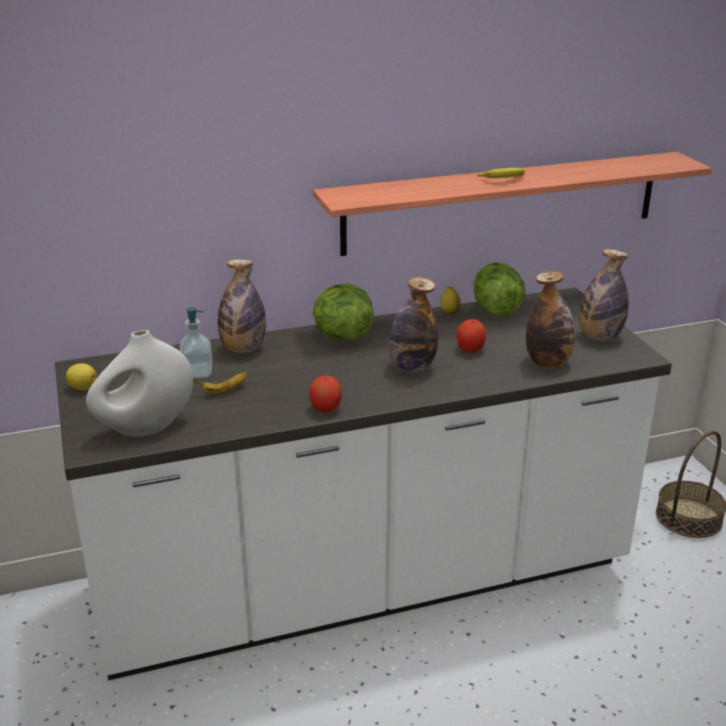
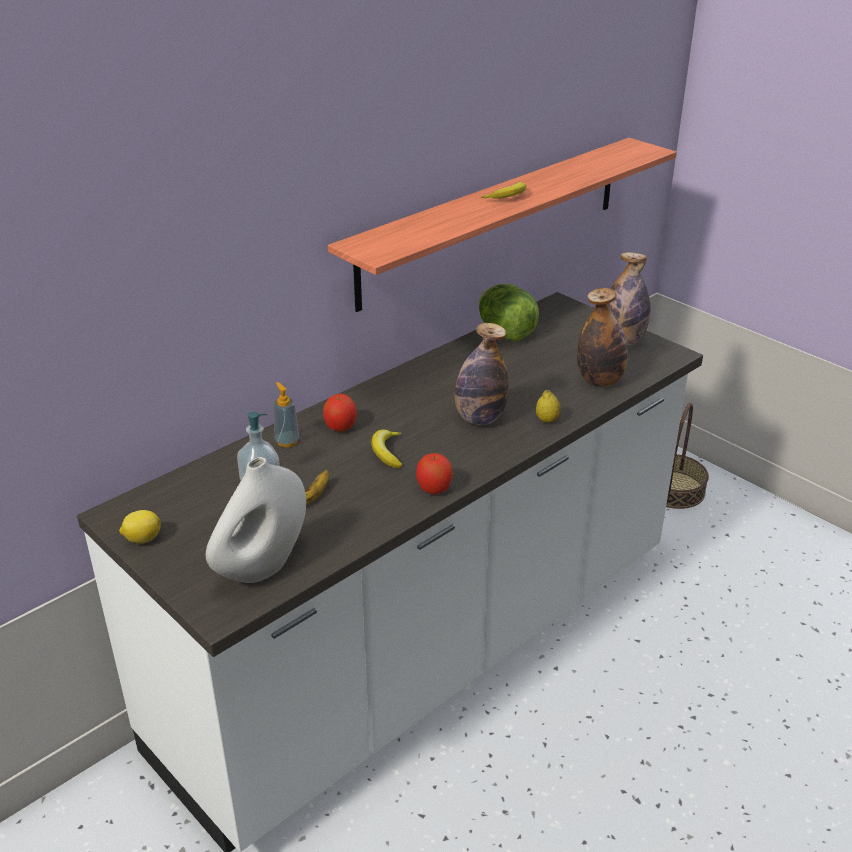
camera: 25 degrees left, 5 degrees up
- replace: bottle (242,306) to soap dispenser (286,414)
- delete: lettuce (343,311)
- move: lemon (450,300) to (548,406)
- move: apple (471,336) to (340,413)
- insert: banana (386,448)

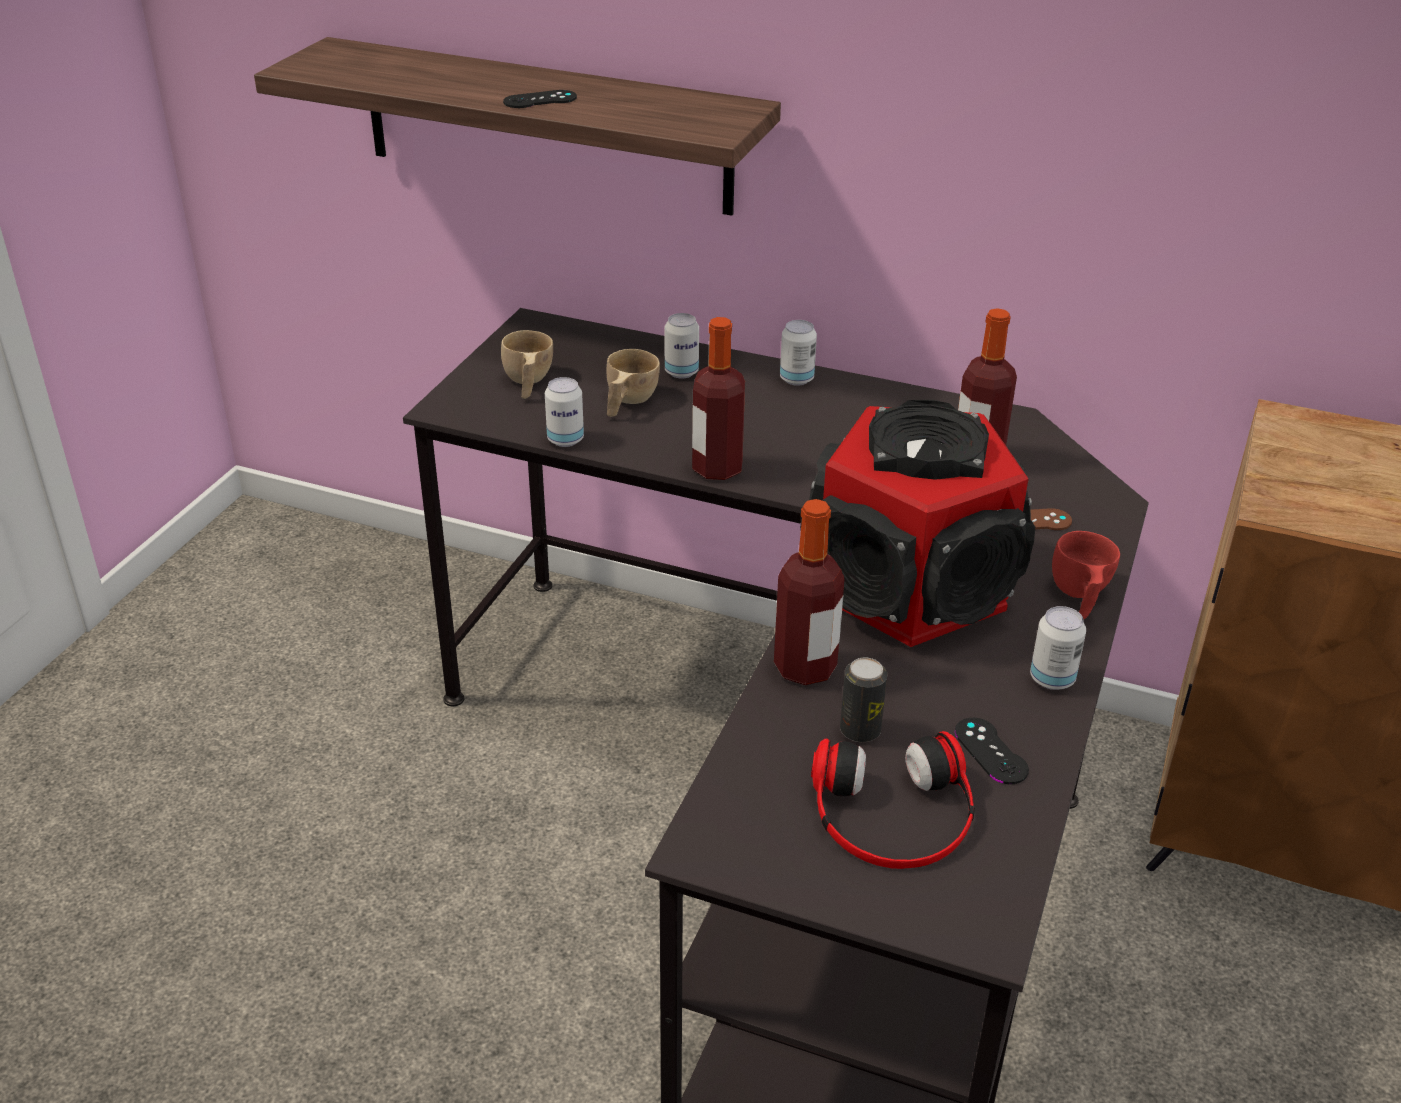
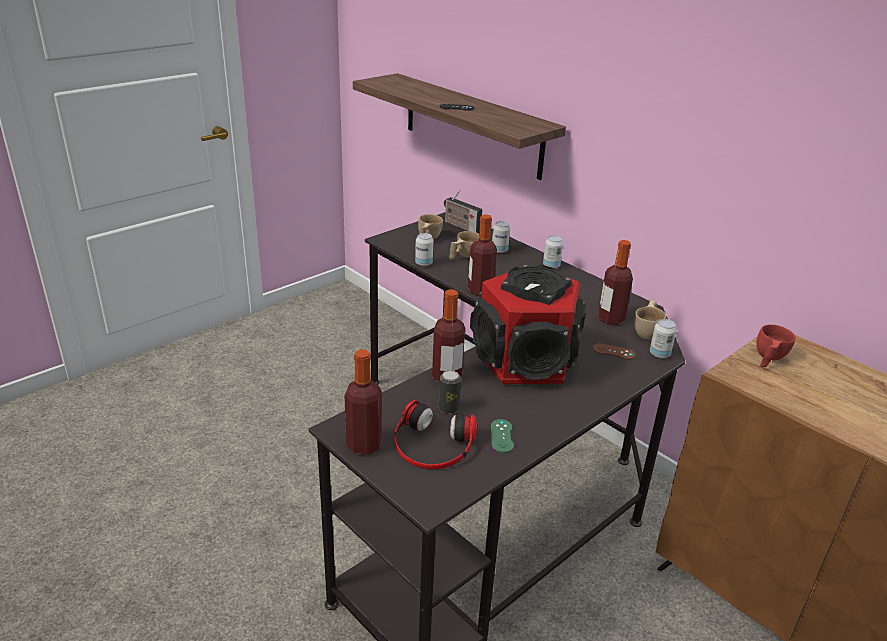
camera: 25 degrees right, 5 degrees down
- move: red cup (1086,575) to (776,345)
- move: can (1058,648) to (663,338)
- recolor: black game controller (992,751) to green game controller (502,436)
- insert: radio (463,211)
- insert: beige cup (650,320)
- insert: bottle (363,402)

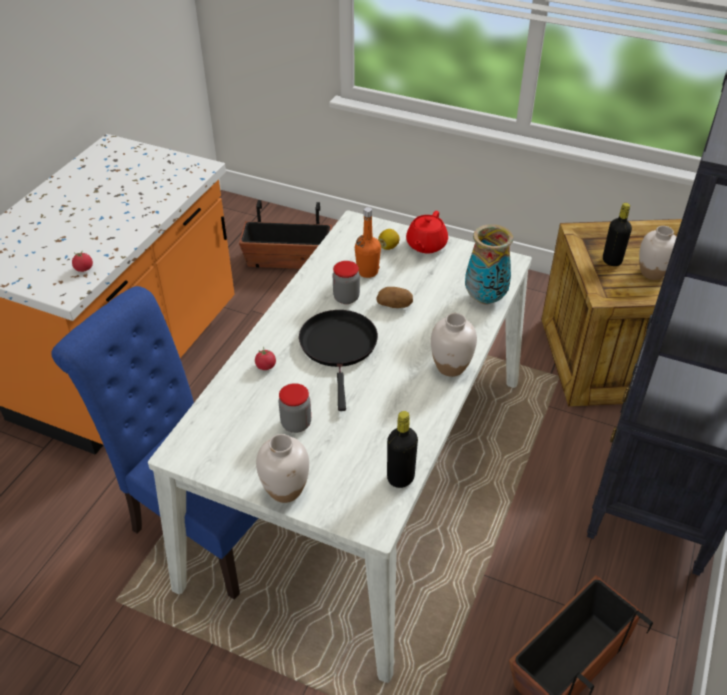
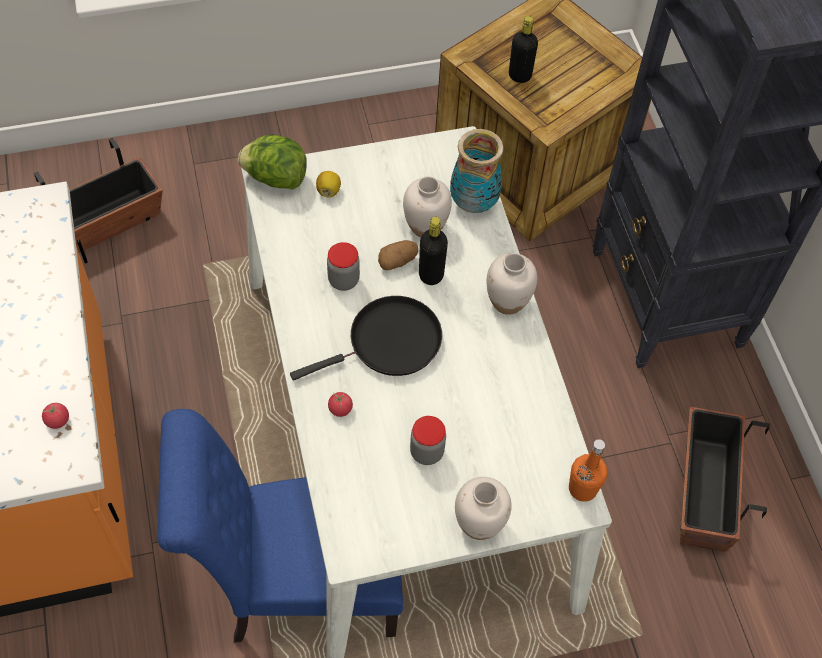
camera: 40 degrees left, 15 degrees up
- move: orange bottle (368,242) to (588,470)
- delete: red teapot (427,232)
- move: white vase (657,253) to (427,206)
- rotate: black frying pan (338,360) = (366,338) 105 degrees clockwise
- move: black bottle (402,449) to (433,251)
- insert: lettuce (272,162)

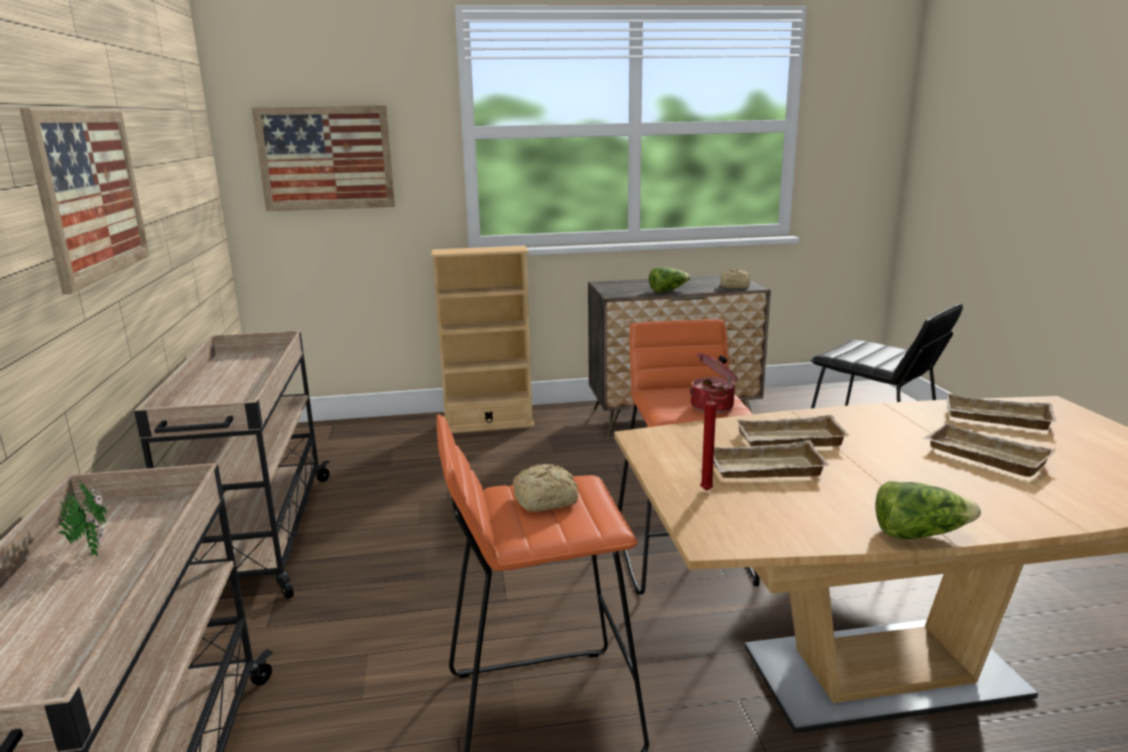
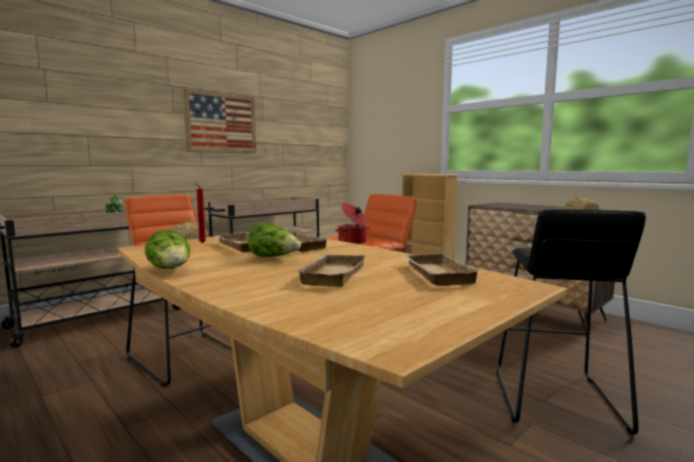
camera: 55 degrees right, 10 degrees down
- delete: picture (323,158)
- move: lettuce (670,279) to (274,240)

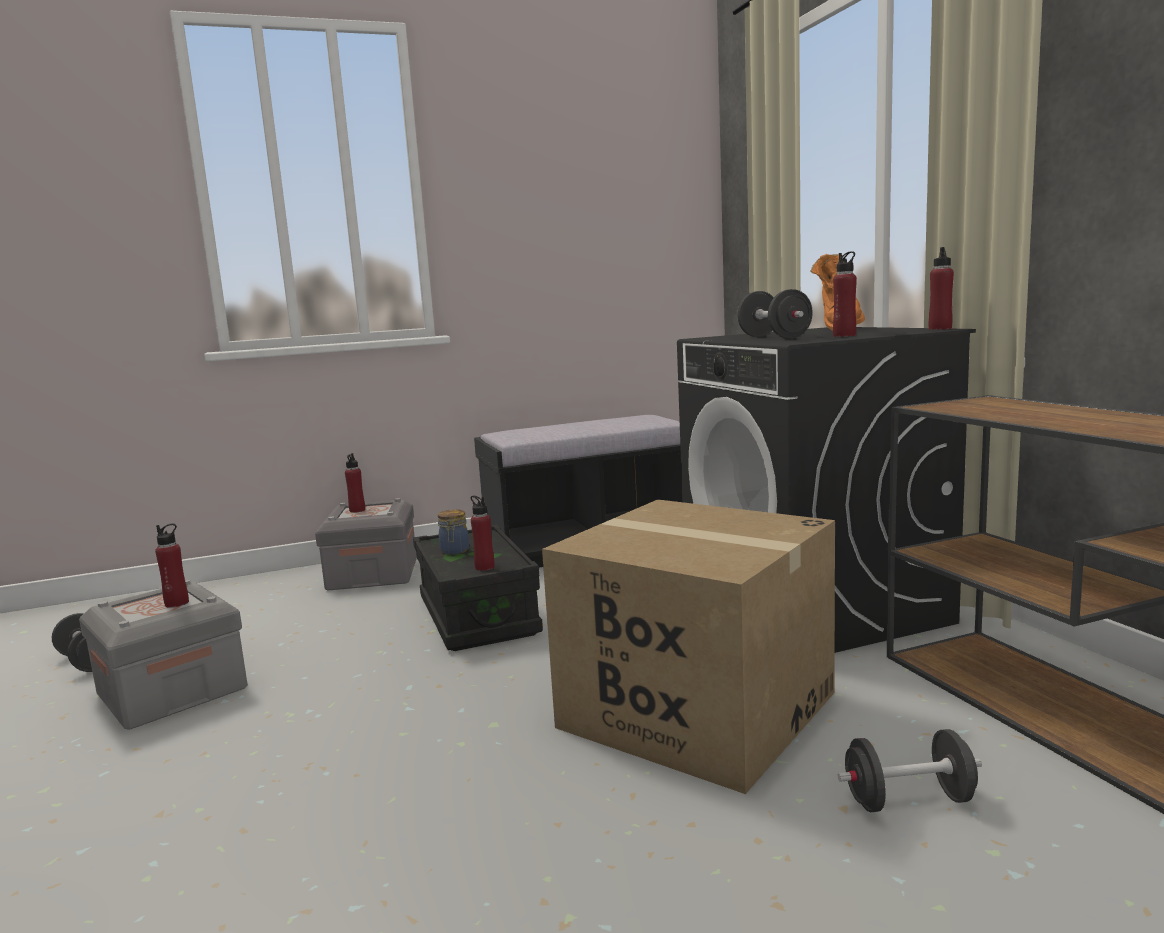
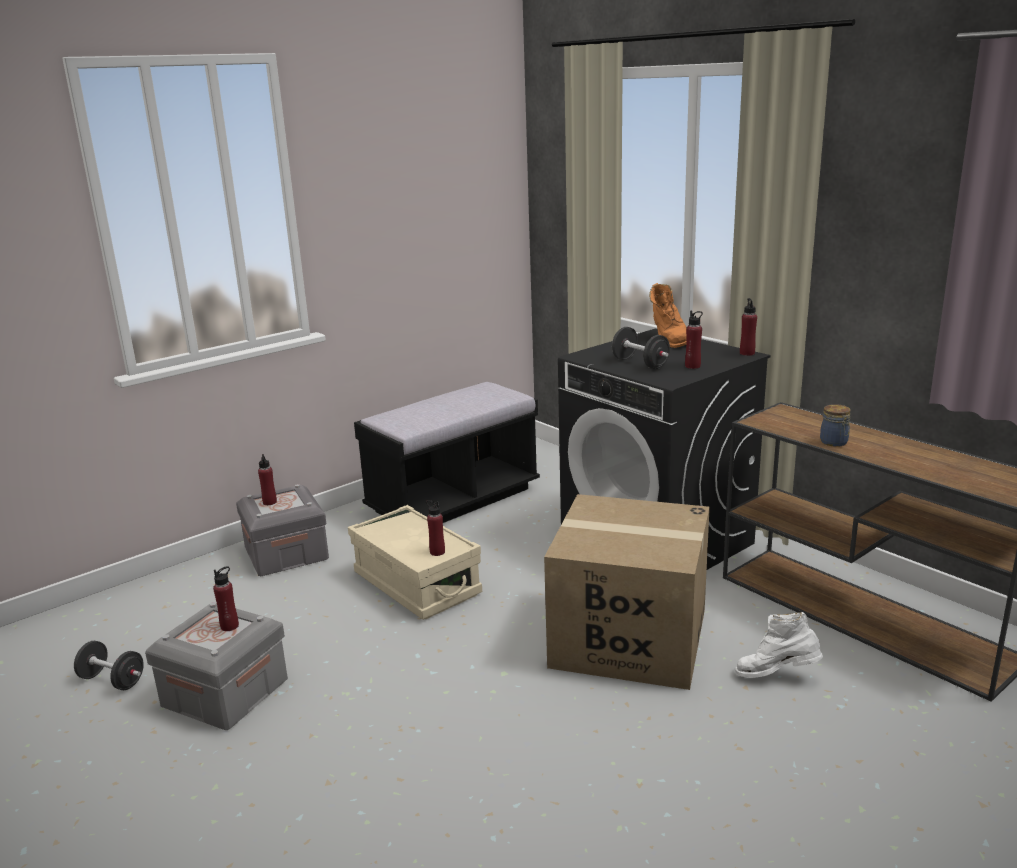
camera: 20 degrees left, 10 degrees up
- move: jar (453,532) to (835,425)
- recolor: black storage box (478,588) to beige storage box (415,562)
- replace: black dumbbell (910,770) to white boot (779,645)

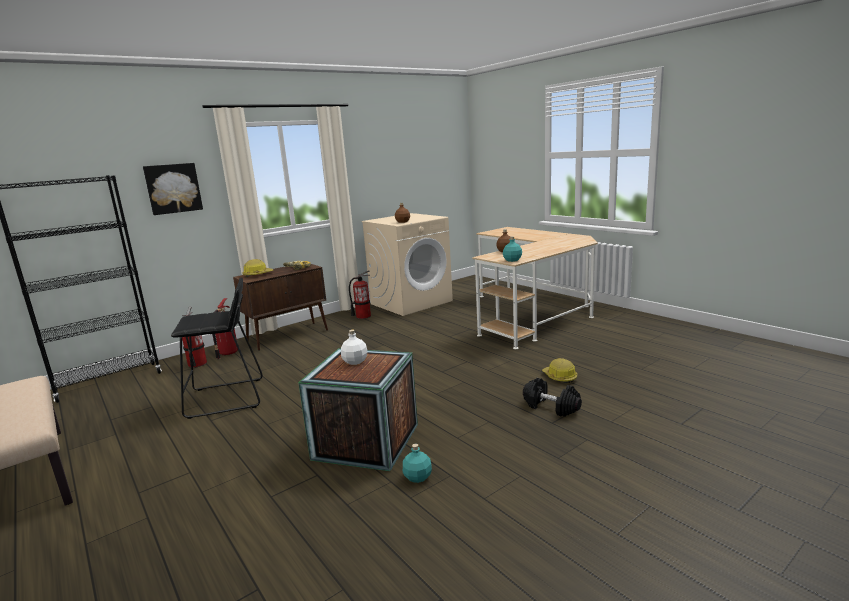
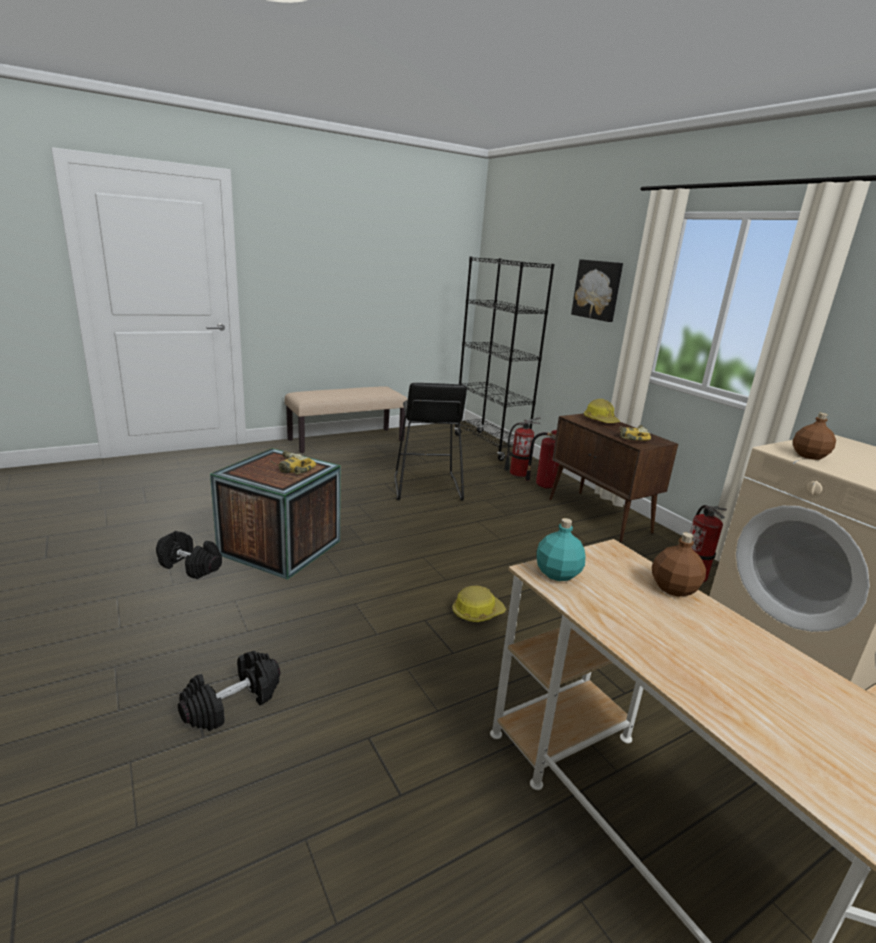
camera: 95 degrees right, 5 degrees up
- replace: white bottle (354,347) to power drill (293,462)
- move: hard hat (559,370) to (479,604)
- replace: turquoise bottle (417,463) to black dumbbell (189,555)

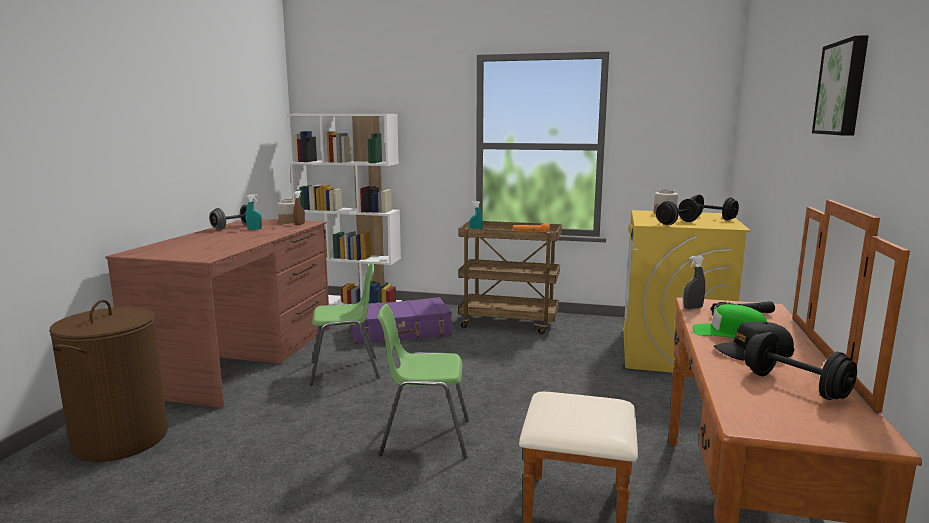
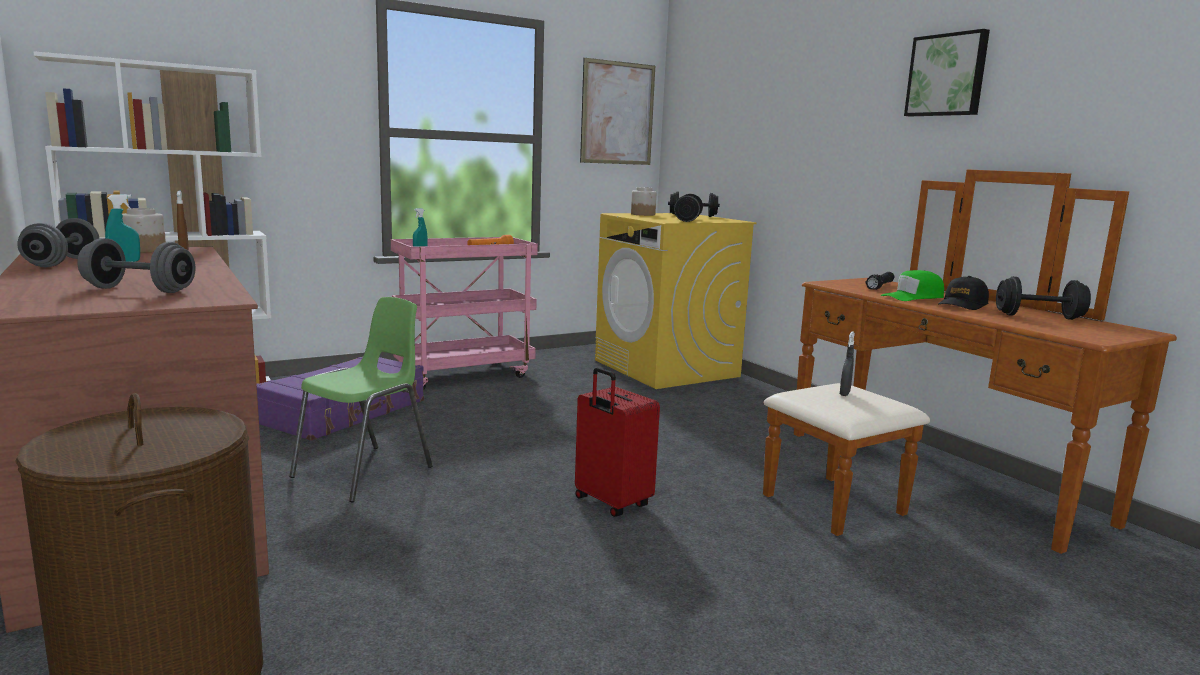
camera: 45 degrees left, 0 degrees up
- recolor: brown cart (510,277) to pink cart (464,313)
- move: grey spray bottle (694,282) to (847,363)
- replace: green chair (423,381) to red suitcase (617,442)
- insert: picture (617,111)
- insert: grey dumbbell (136,265)

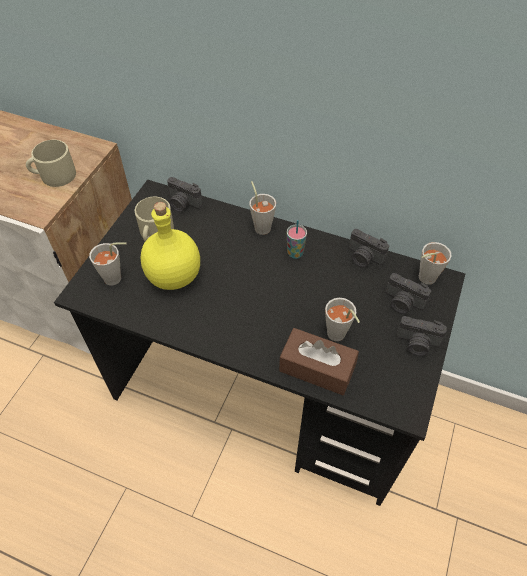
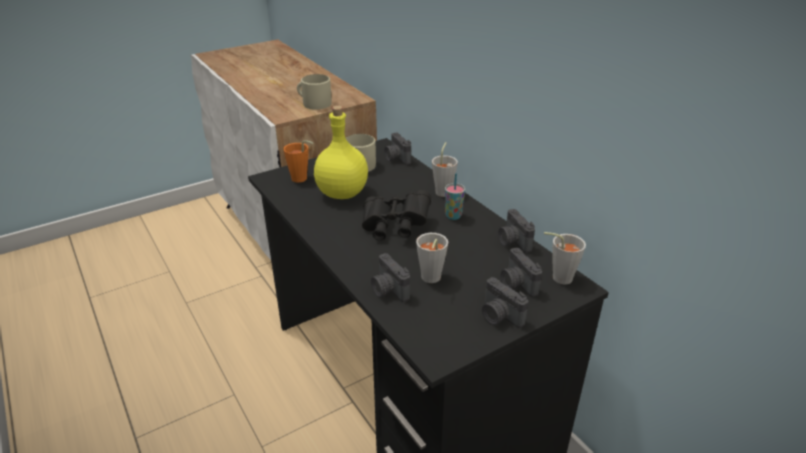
camera: 35 degrees right, 20 degrees down
- recolor: grey cup (108,264) to orange cup (298,161)
- replace: brown tissue box (319,361) to photo camera (390,277)
- insert: black binoculars (396,215)

